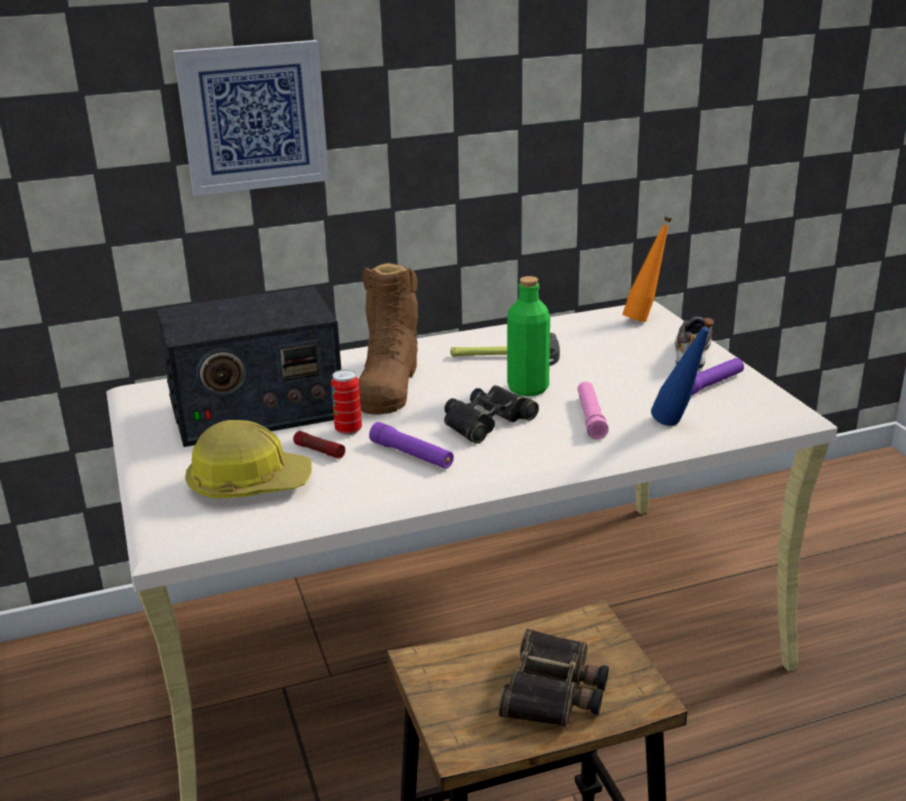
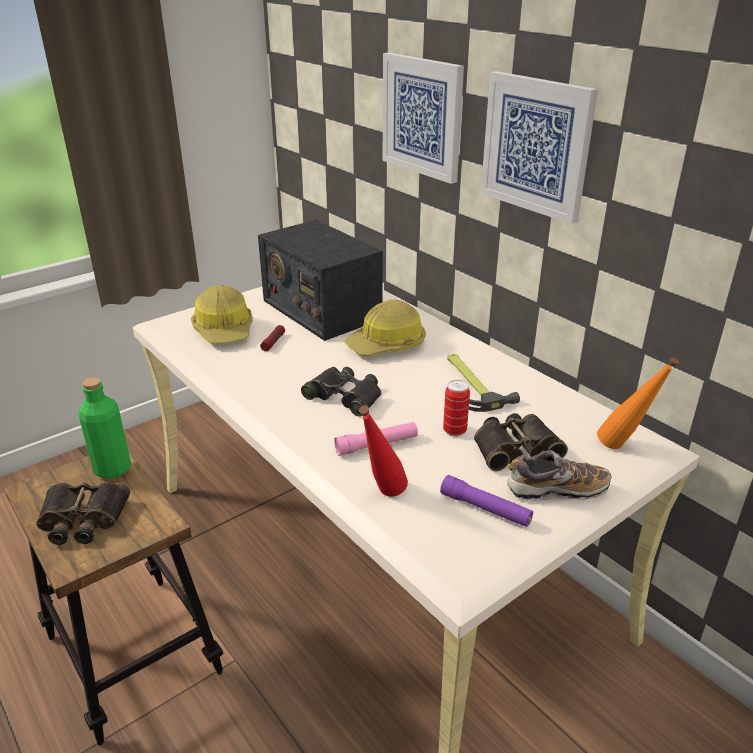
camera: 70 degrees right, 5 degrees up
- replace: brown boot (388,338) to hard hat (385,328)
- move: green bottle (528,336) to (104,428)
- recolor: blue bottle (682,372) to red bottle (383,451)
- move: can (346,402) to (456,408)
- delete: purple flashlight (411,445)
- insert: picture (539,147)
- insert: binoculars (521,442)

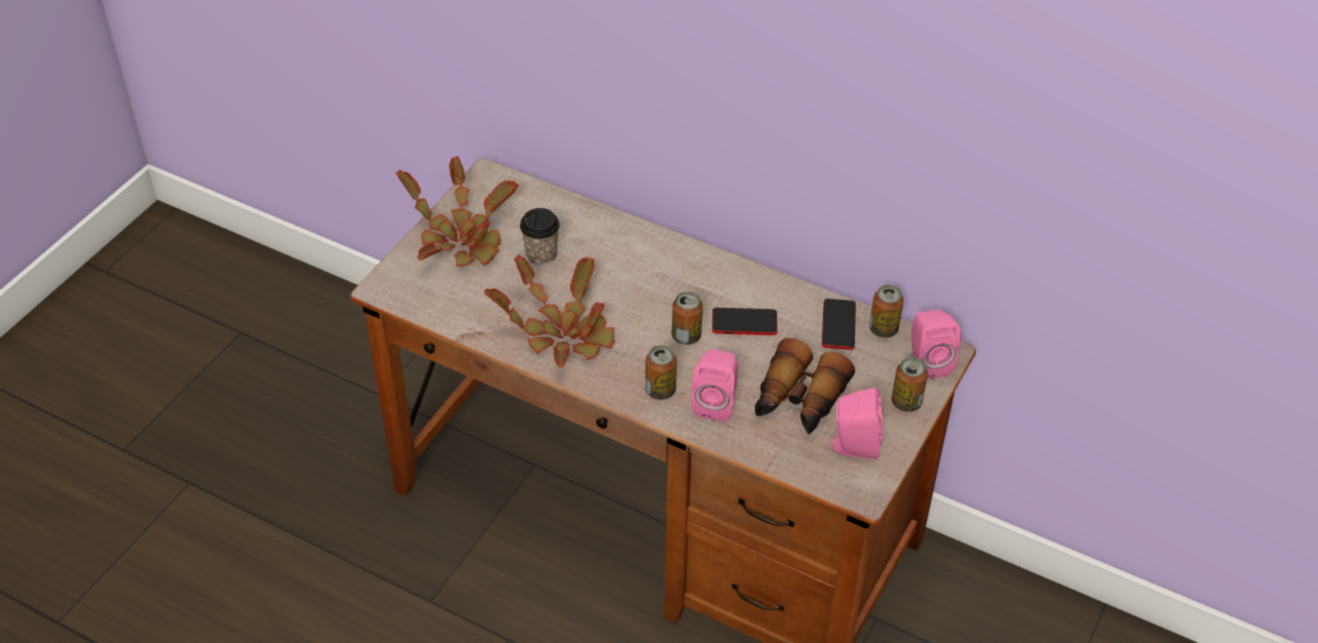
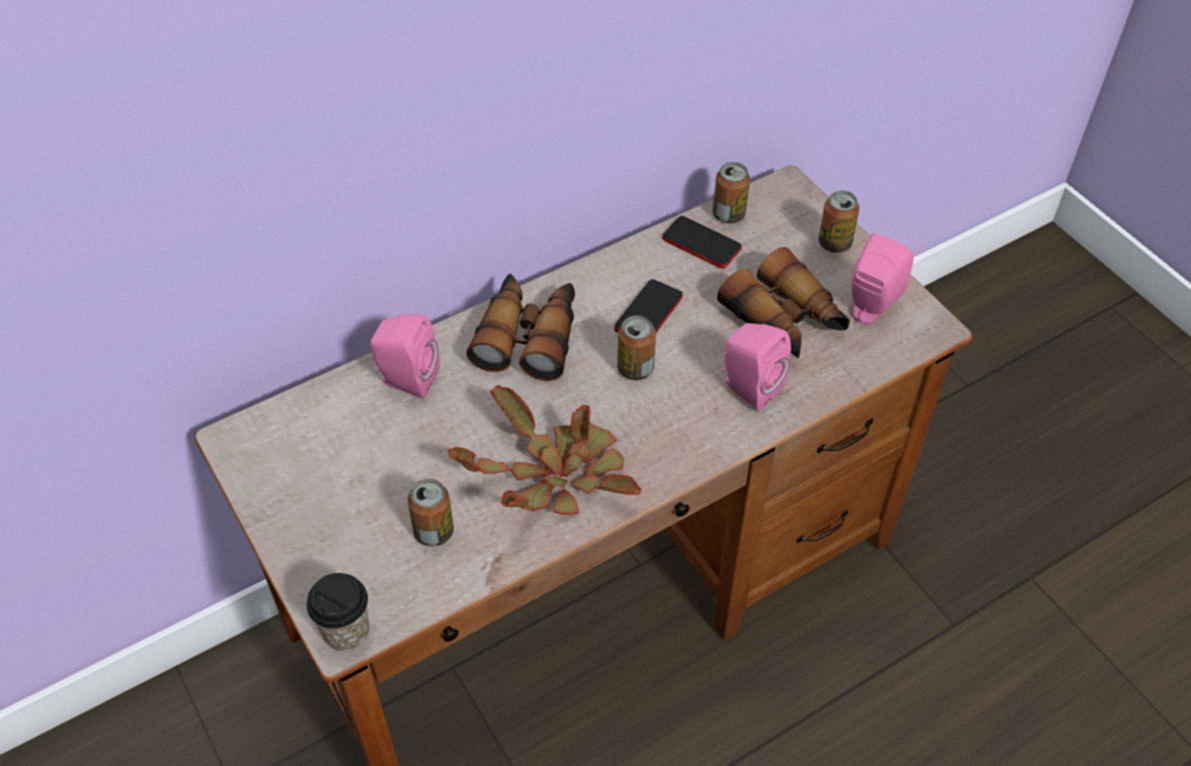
camera: 60 degrees left, 5 degrees up
- delete: potted plant (457,211)
- move: cup (540,237) to (338,612)
- move: pink speaker (936,344) to (405,356)
- move: can (661,372) to (431,512)
- insert: binoculars (520,327)

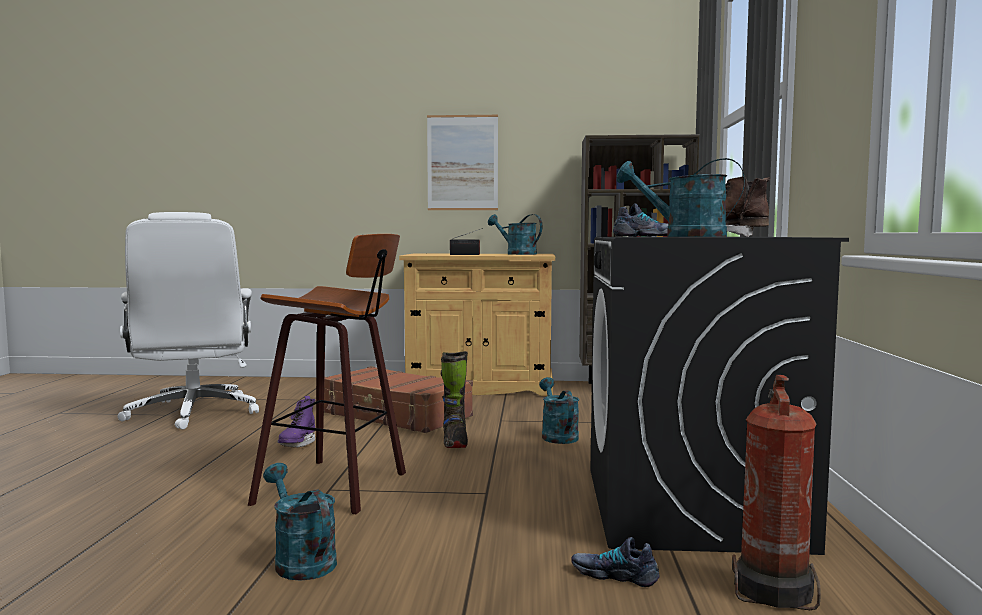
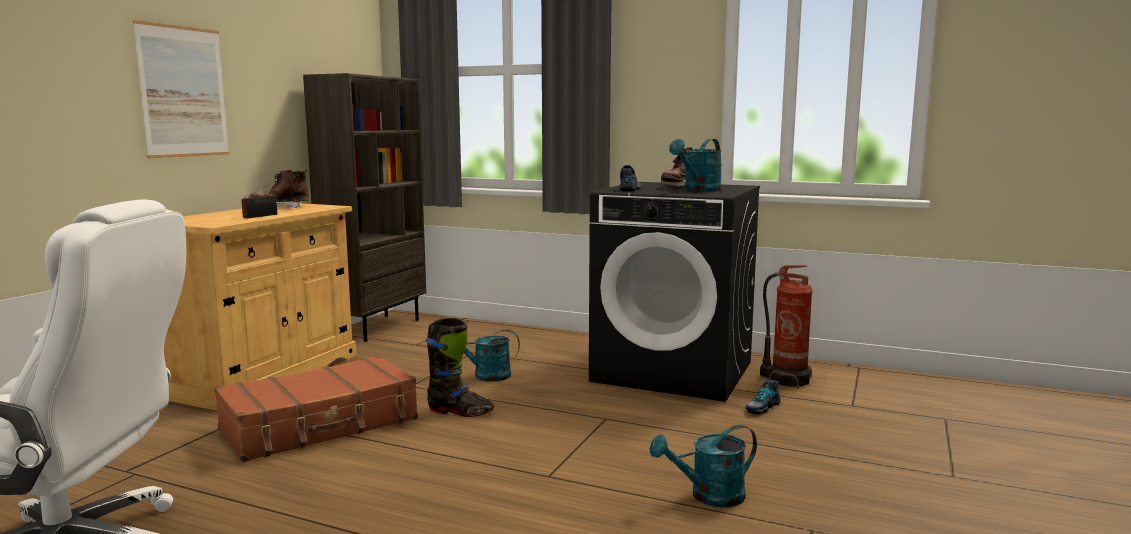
camera: 70 degrees left, 5 degrees up
- replace: turquoise watering can (515,234) to brown boot (279,188)
- delete: stool (327,374)
- delete: purple boot (296,422)

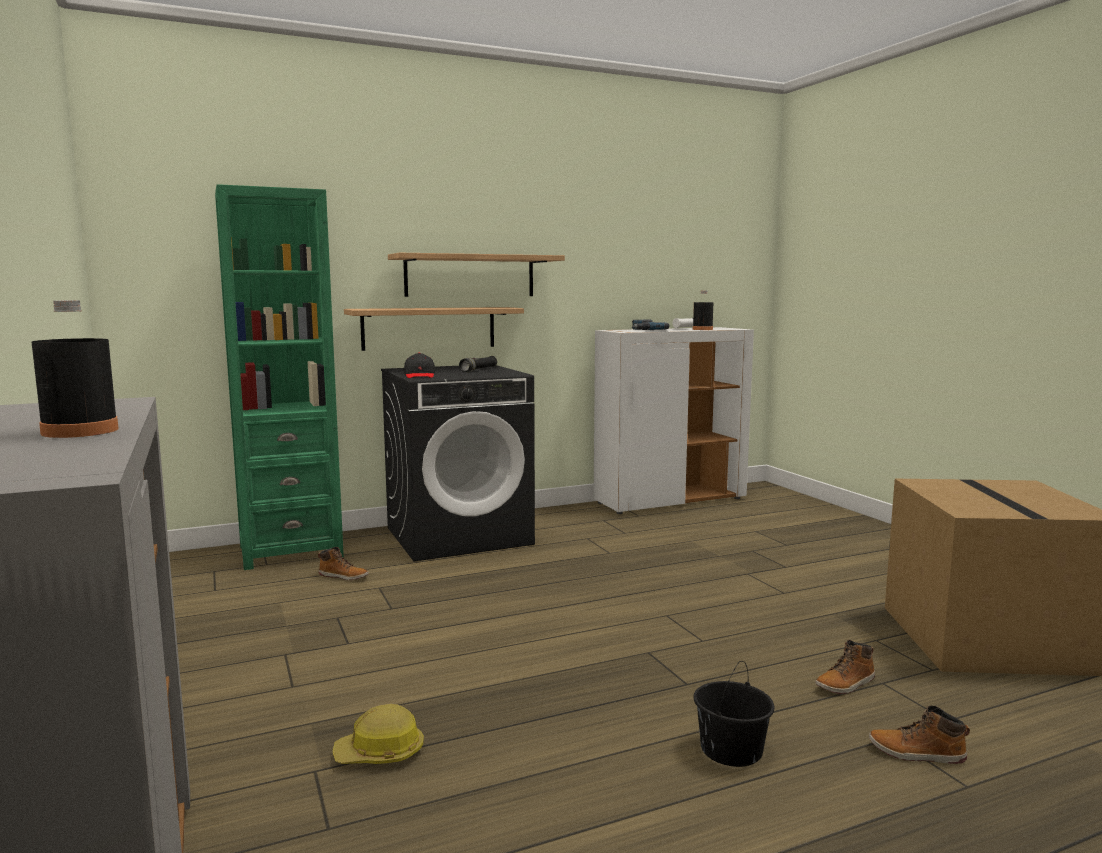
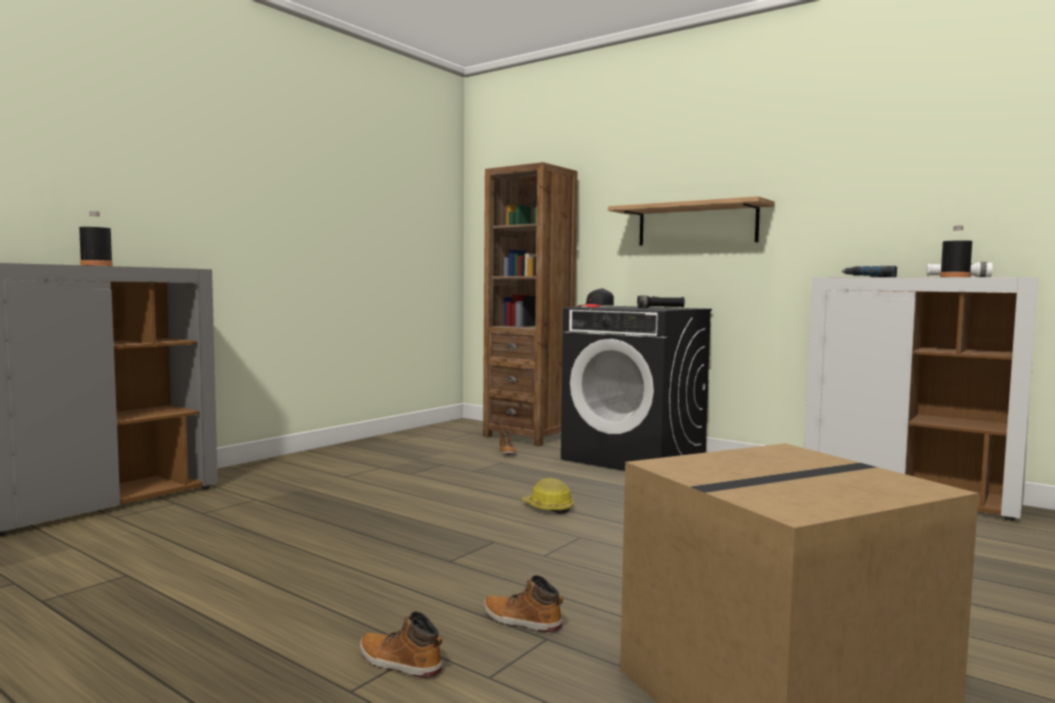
camera: 60 degrees right, 5 degrees down
- recolor: green bookcase (279,377) to brown bookcase (530,304)
- delete: shelf (434,329)
- delete: black bucket (734,714)
- move: hard hat (378,734) to (547,496)
- rotate: boot (919,735) = (401,644) 45 degrees counterclockwise

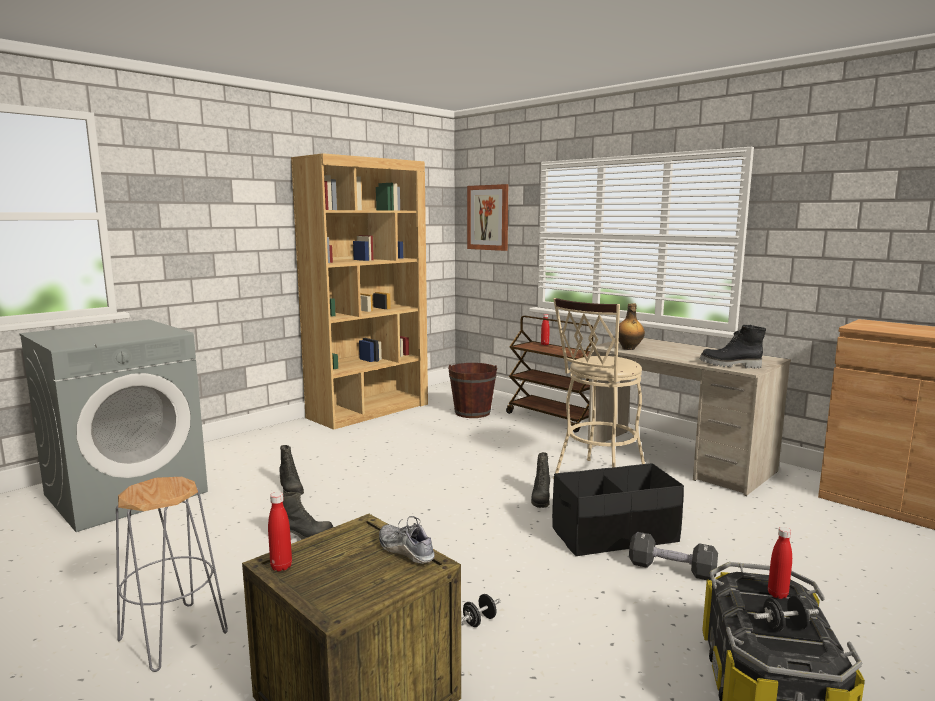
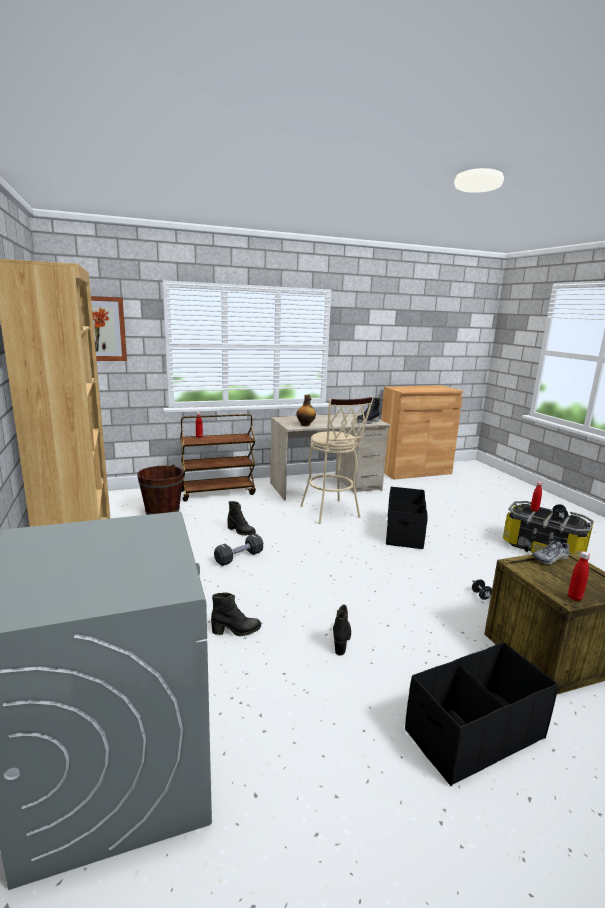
camera: 65 degrees left, 5 degrees up
- move: black boot (540,480) to (241,518)
- replace: grey stool (172,574) to black storage box (481,714)
- move: black dumbbell (673,556) to (238,550)

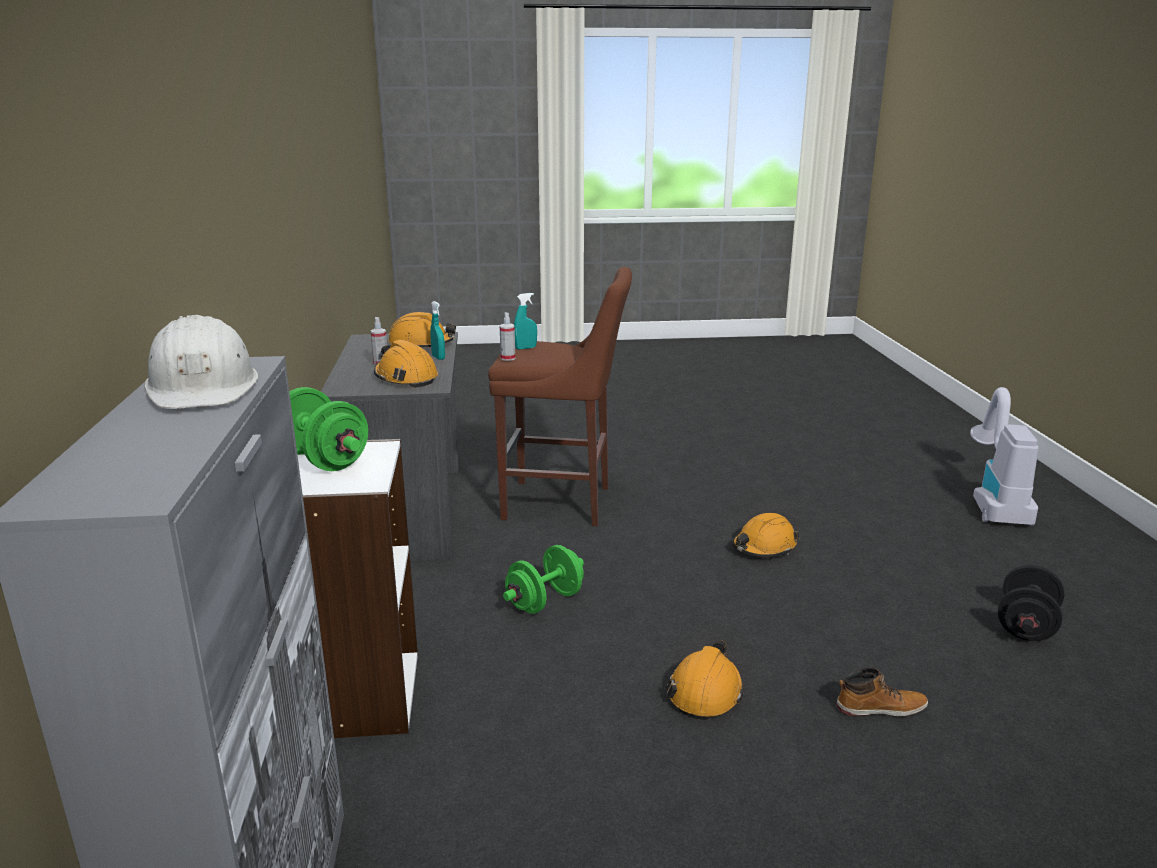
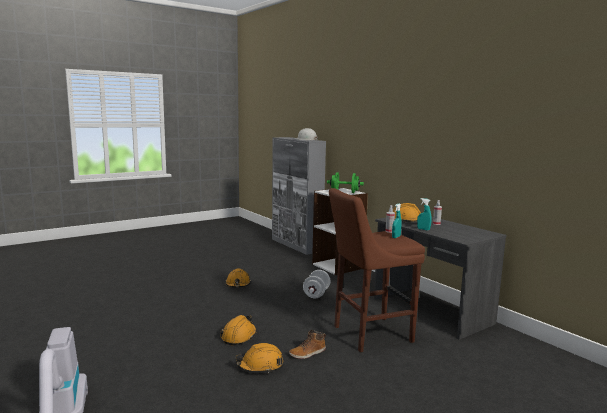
camera: 150 degrees right, 10 degrees down
- move: orange hard hat (422,330) to (259,358)
- recolor: green dumbbell (543,579) to white dumbbell (316,284)
- delete: black dumbbell (1031,603)
- move: boot (882,692) to (307,344)

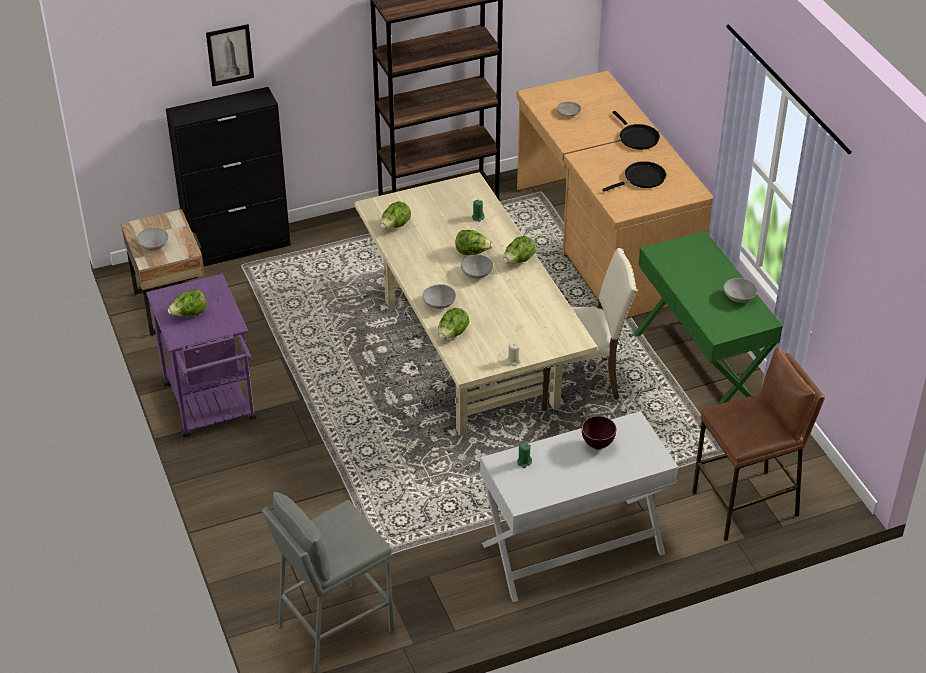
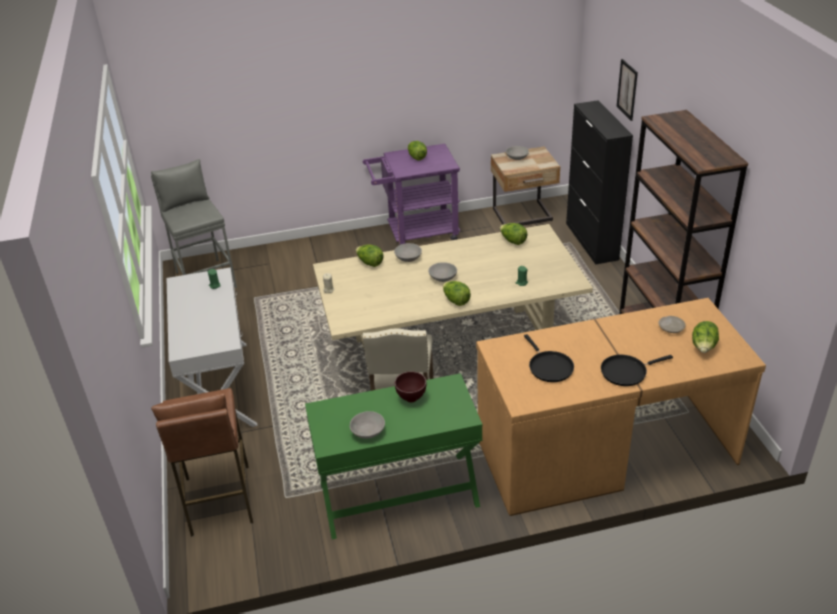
camera: 100 degrees right, 5 degrees down
- move: lettuce (474,242) to (705,337)
- move: brown bowl (599,433) to (410,386)

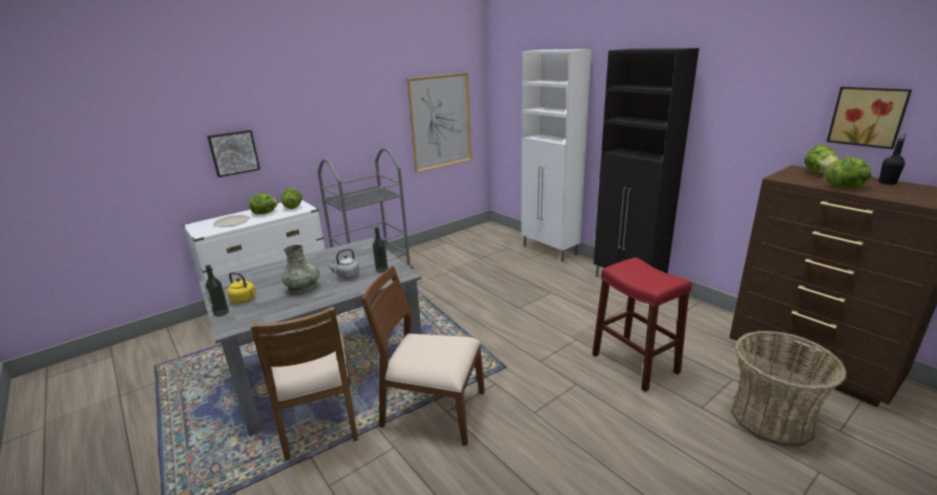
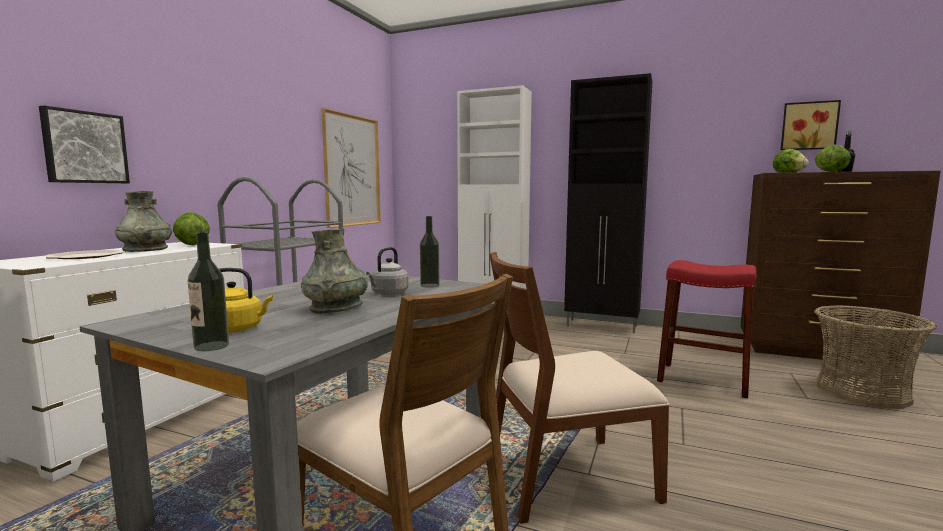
camera: 30 degrees left, 15 degrees down
- replace: lettuce (263,203) to grey vase (143,221)

